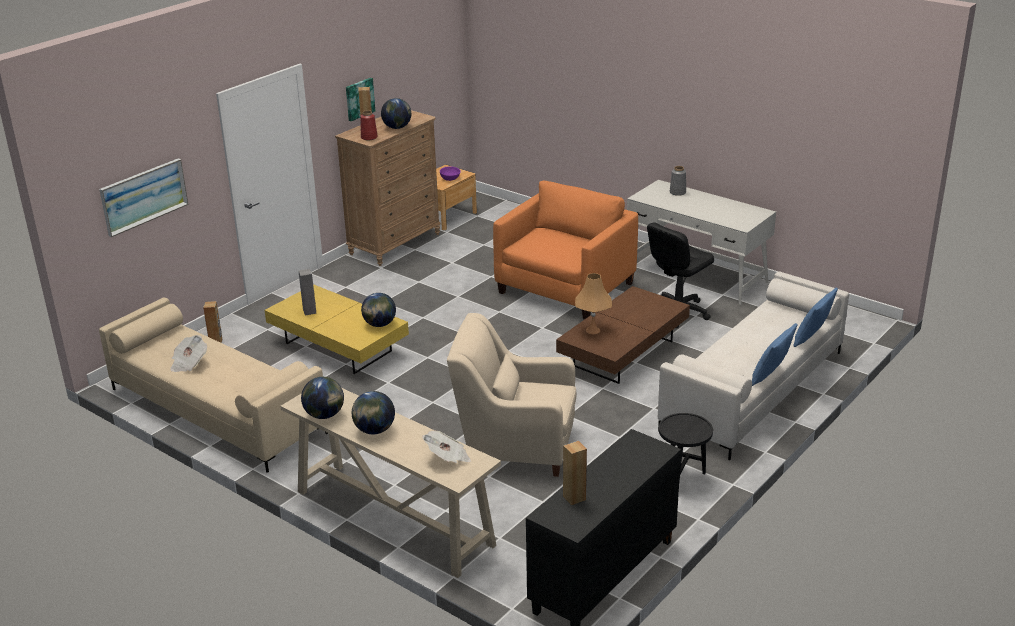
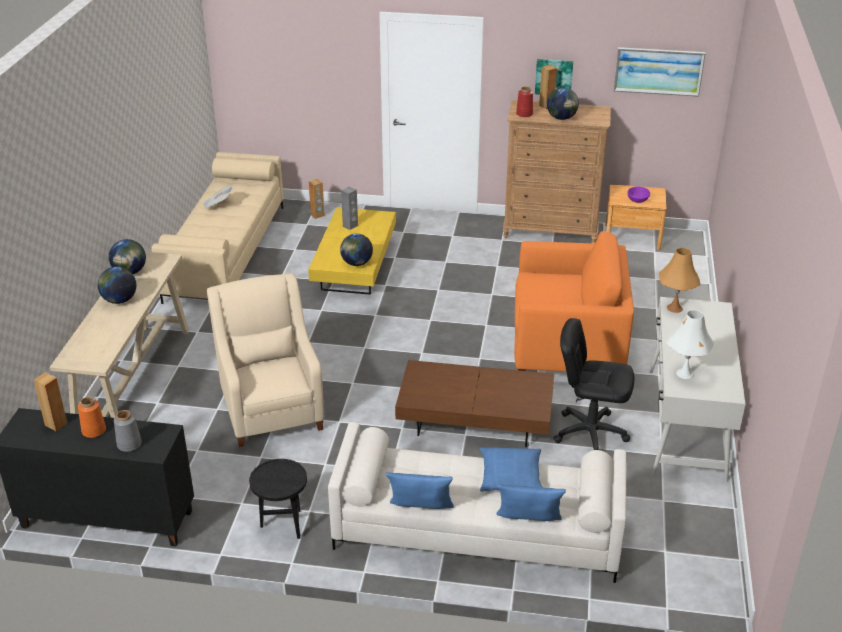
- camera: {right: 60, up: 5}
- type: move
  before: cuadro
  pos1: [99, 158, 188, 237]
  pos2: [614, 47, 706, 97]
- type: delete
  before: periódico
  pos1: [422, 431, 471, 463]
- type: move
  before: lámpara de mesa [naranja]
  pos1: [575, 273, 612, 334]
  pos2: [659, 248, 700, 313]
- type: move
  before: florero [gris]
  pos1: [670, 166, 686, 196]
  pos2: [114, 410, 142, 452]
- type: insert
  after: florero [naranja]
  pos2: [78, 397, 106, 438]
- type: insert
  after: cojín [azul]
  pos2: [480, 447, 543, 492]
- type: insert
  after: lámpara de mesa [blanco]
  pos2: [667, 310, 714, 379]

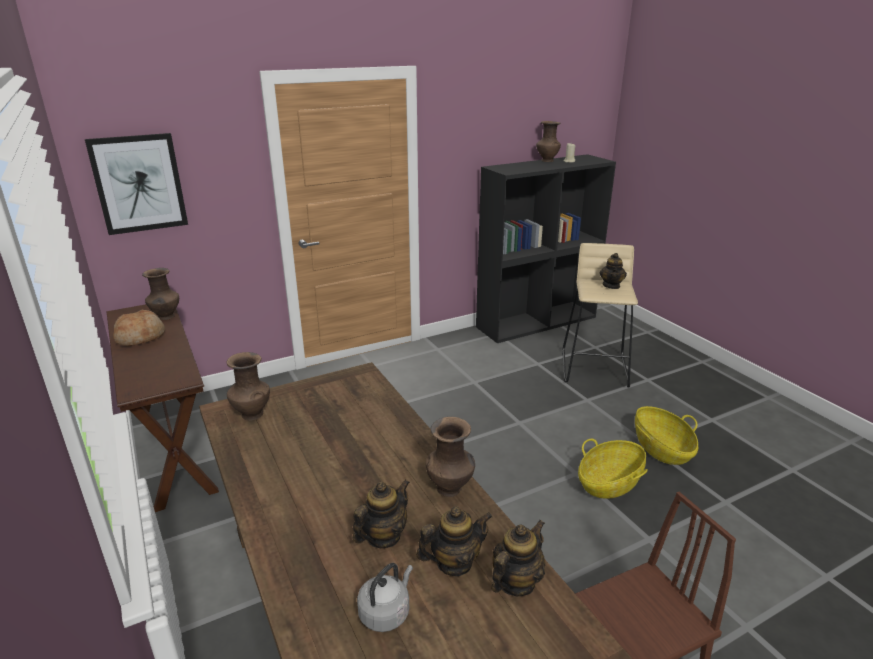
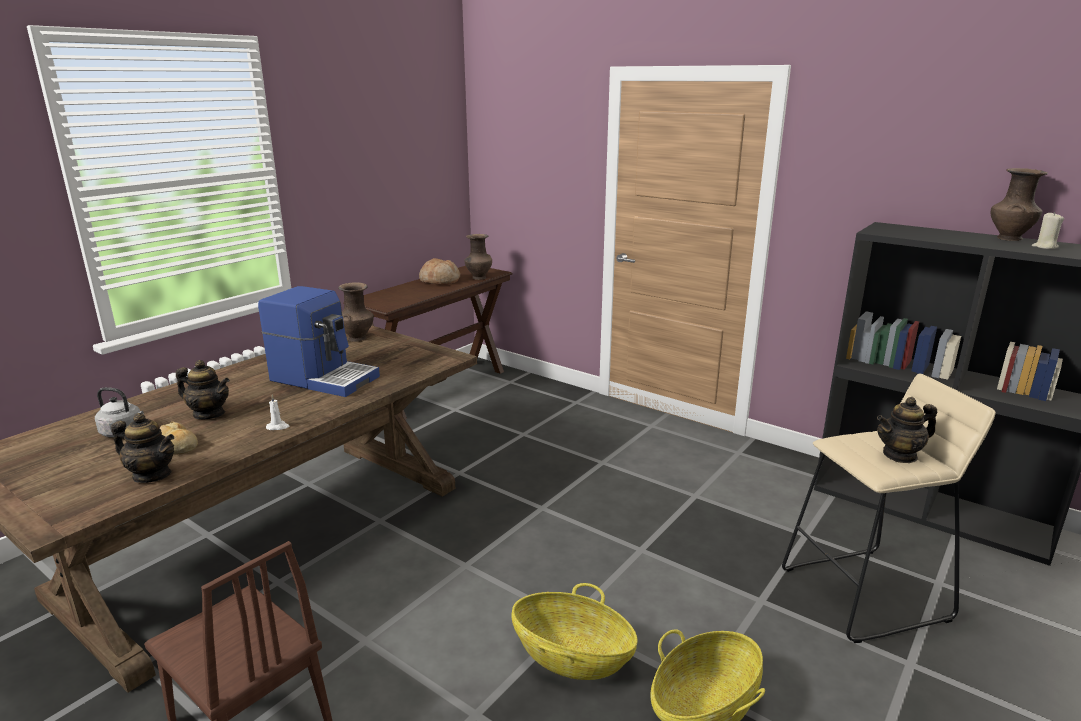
- camera: {right: 65, up: -5}
- type: delete
  before: cuadro
  pos1: [85, 133, 188, 235]
- type: replace
  before: tetera
  after: pan
  pos1: [416, 506, 492, 576]
  pos2: [160, 421, 198, 454]
- type: replace
  before: florero [marrón]
  after: vela [blanco]
  pos1: [426, 417, 475, 497]
  pos2: [266, 394, 290, 430]
- type: insert
  after: cafetera
  pos2: [258, 286, 380, 397]

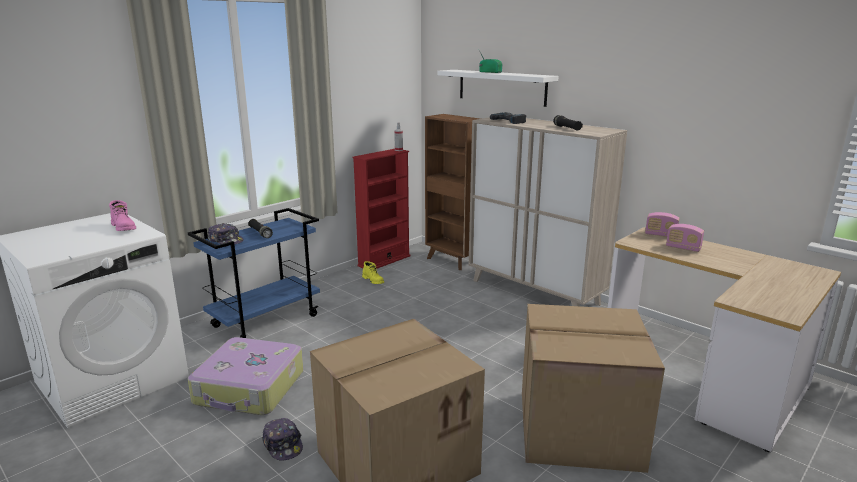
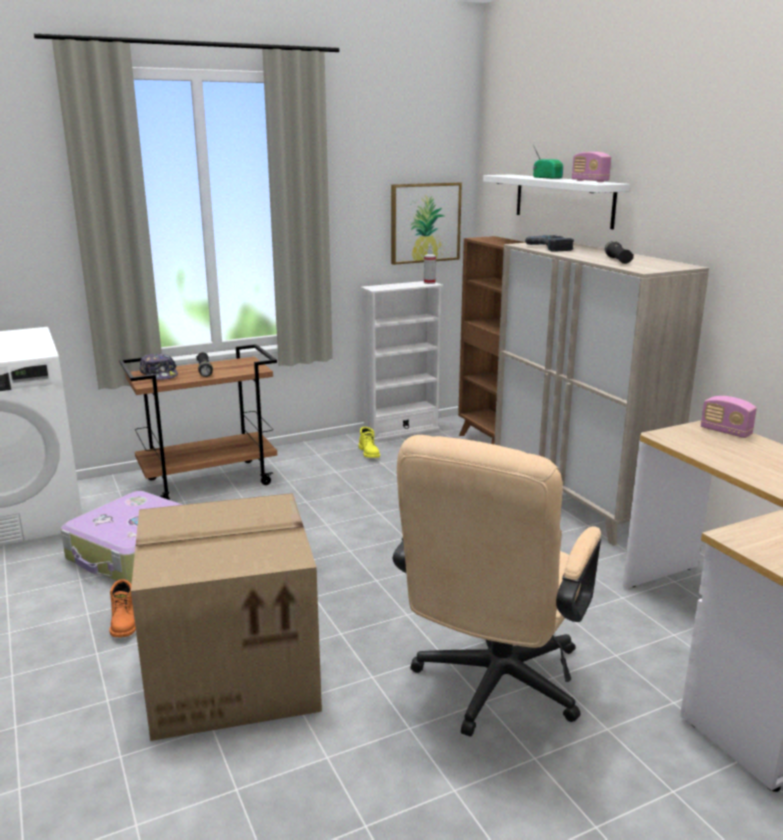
- camera: {right: 20, up: 0}
- type: delete
  before: bota [rosa]
  pos1: [109, 200, 136, 231]
- type: recolor
  before: carrito [azul]
  after: carrito [marrón]
  pos1: [188, 208, 320, 338]
  pos2: [119, 344, 277, 500]
- type: replace
  before: gorra
  after: bota [naranja]
  pos1: [262, 418, 303, 461]
  pos2: [110, 579, 136, 638]
- type: recolor
  before: estantería [rojo]
  after: estantería [blanco]
  pos1: [353, 149, 411, 269]
  pos2: [361, 281, 443, 441]
- type: replace
  before: caja de cartón
  after: silla de oficina [beis]
  pos1: [522, 304, 665, 473]
  pos2: [393, 435, 601, 737]
- type: move
  before: radio
  pos1: [666, 224, 704, 252]
  pos2: [572, 152, 611, 182]
- type: insert
  after: cuadro
  pos2: [391, 182, 462, 265]

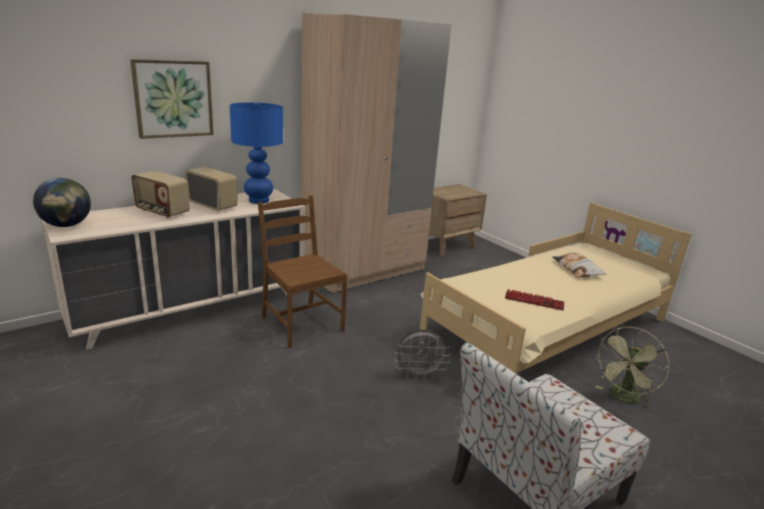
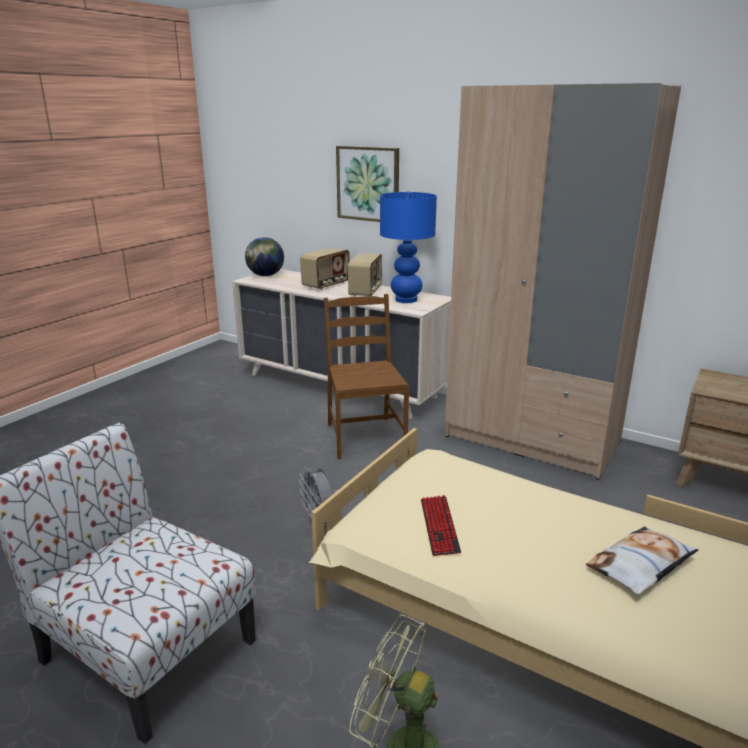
- camera: {right: 70, up: 0}
- type: rotate
  before: radio
  pos1: [131, 171, 190, 218]
  pos2: [300, 247, 349, 290]
  turn: -150
- type: rotate
  before: silla [marrón]
  pos1: [258, 195, 347, 348]
  pos2: [324, 294, 409, 459]
  turn: -45

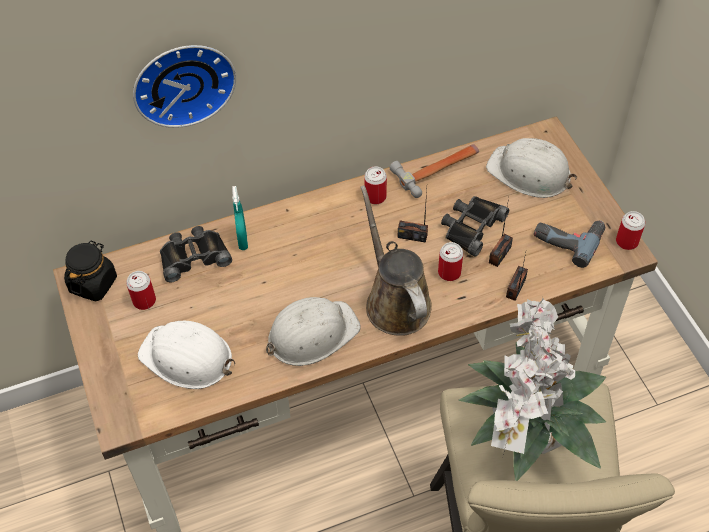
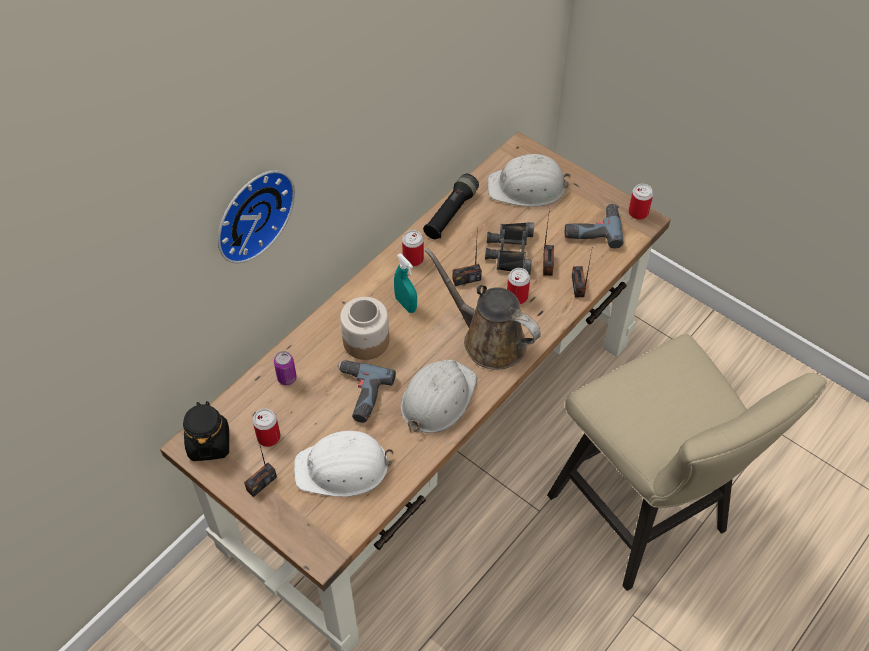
- camera: {right: -30, up: 0}
- type: replace
  before: prismáticos [negro]
  after: lata
  pos1: [160, 226, 232, 282]
  pos2: [274, 351, 297, 385]
- type: move
  before: pulverizador [turquesa]
  pos1: [232, 186, 248, 250]
  pos2: [394, 254, 417, 313]
- type: replace
  before: martillo
  after: linterna [negro]
  pos1: [390, 144, 479, 198]
  pos2: [423, 174, 479, 239]
- type: delete
  before: planta en maceta
  pos1: [459, 297, 606, 481]
- type: insert
  after: radio
  pos2: [244, 431, 277, 497]
- type: insert
  after: taladro
  pos2: [338, 360, 396, 423]
- type: insert
  after: tarro
  pos2: [340, 297, 389, 360]

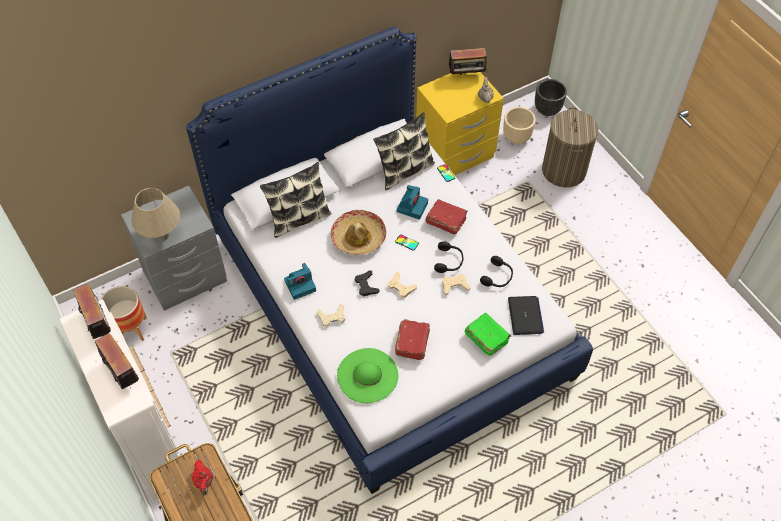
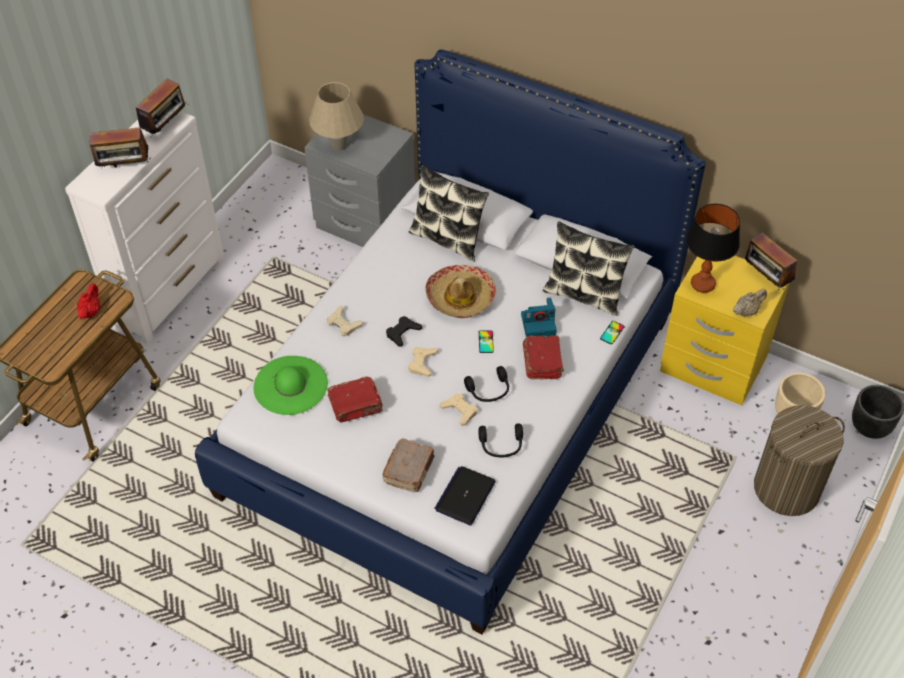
- camera: {right: 60, up: -5}
- type: rotate
  before: radio
  pos1: [95, 333, 139, 389]
  pos2: [89, 127, 151, 168]
  turn: 60
- type: delete
  before: maceta
  pos1: [101, 286, 147, 341]
- type: rotate
  before: tetera [rojo]
  pos1: [192, 460, 213, 495]
  pos2: [77, 283, 100, 320]
  turn: 150
- type: delete
  before: cámara
  pos1: [284, 263, 316, 300]
- type: recolor
  before: libro [verde]
  after: libro [marrón]
  pos1: [465, 313, 511, 356]
  pos2: [382, 438, 435, 492]
- type: rotate
  before: portátil
  pos1: [508, 296, 544, 335]
  pos2: [434, 466, 496, 526]
  turn: 150
- type: insert
  after: lámpara de mesa
  pos2: [686, 204, 740, 293]

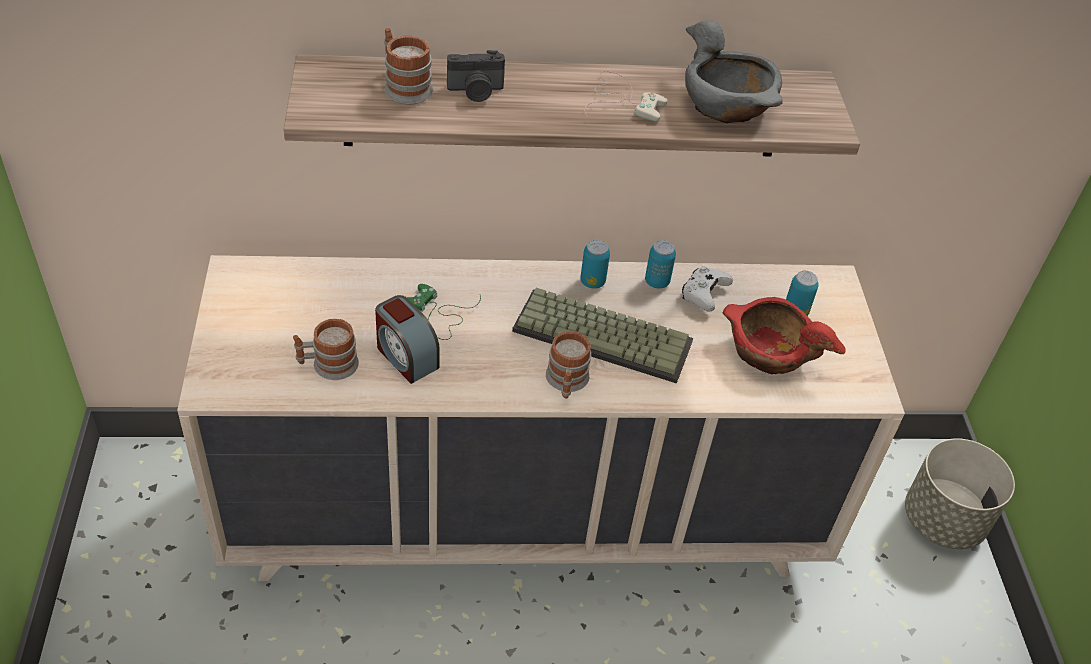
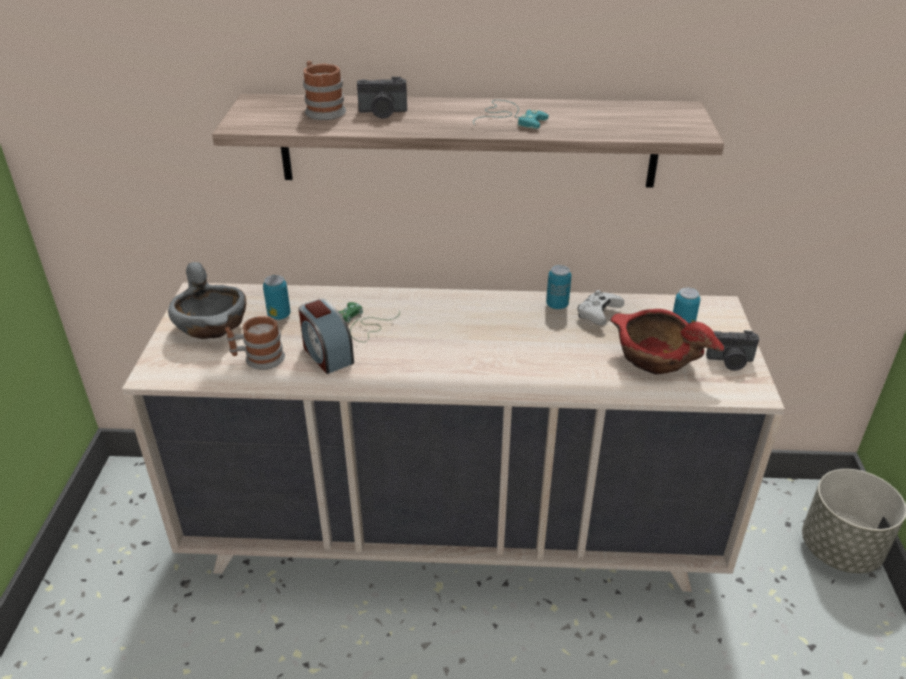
- camera: {right: 10, up: -10}
- type: delete
  before: teclado
  pos1: [512, 288, 693, 383]
- type: delete
  before: taza grande
  pos1: [546, 331, 591, 398]
- type: move
  before: lata
  pos1: [580, 240, 610, 288]
  pos2: [263, 275, 291, 320]
- type: recolor
  before: mando de consola [blanco]
  after: mando de consola [turquesa]
  pos1: [584, 71, 668, 121]
  pos2: [473, 100, 549, 129]
- type: move
  before: cuenco [gris]
  pos1: [685, 20, 783, 123]
  pos2: [168, 262, 246, 339]
- type: insert
  after: cámara
  pos2: [706, 330, 759, 371]

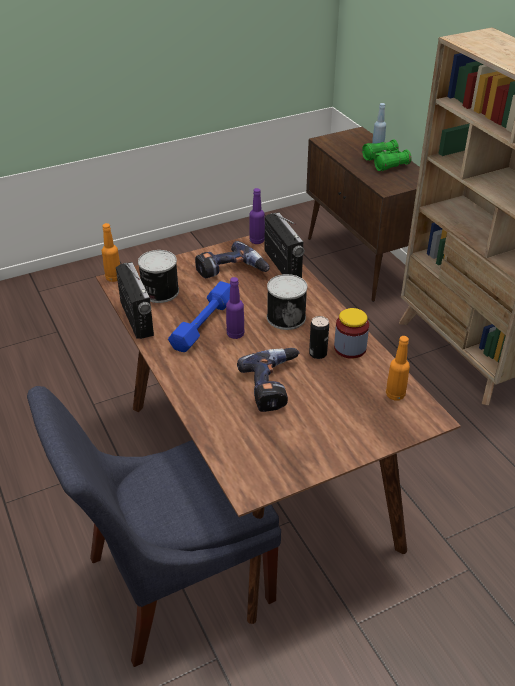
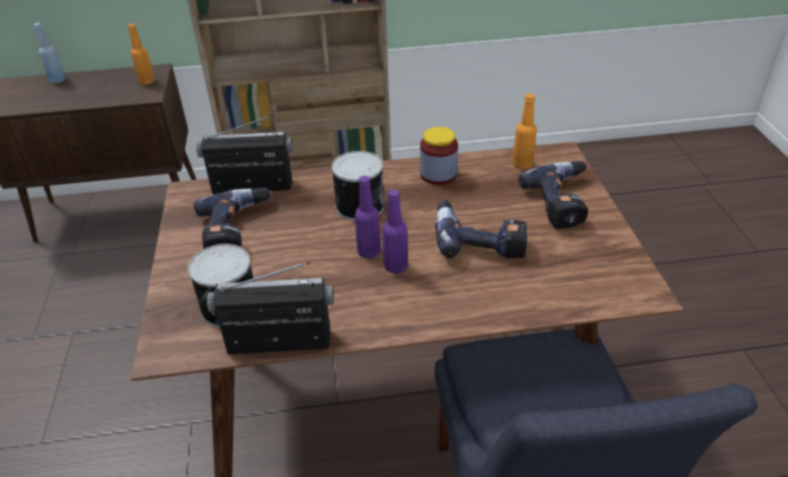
- camera: {right: -70, up: 0}
- type: move
  before: botella [naranja]
  pos1: [102, 223, 120, 282]
  pos2: [128, 24, 155, 85]
- type: delete
  before: mancuerna [azul]
  pos1: [168, 281, 230, 352]
- type: move
  before: botella [morado]
  pos1: [249, 188, 265, 244]
  pos2: [382, 189, 408, 274]
- type: delete
  before: lata
  pos1: [309, 316, 329, 359]
- type: delete
  before: prismáticos [verde]
  pos1: [362, 139, 412, 171]
- type: insert
  after: taladro
  pos2: [519, 161, 588, 229]

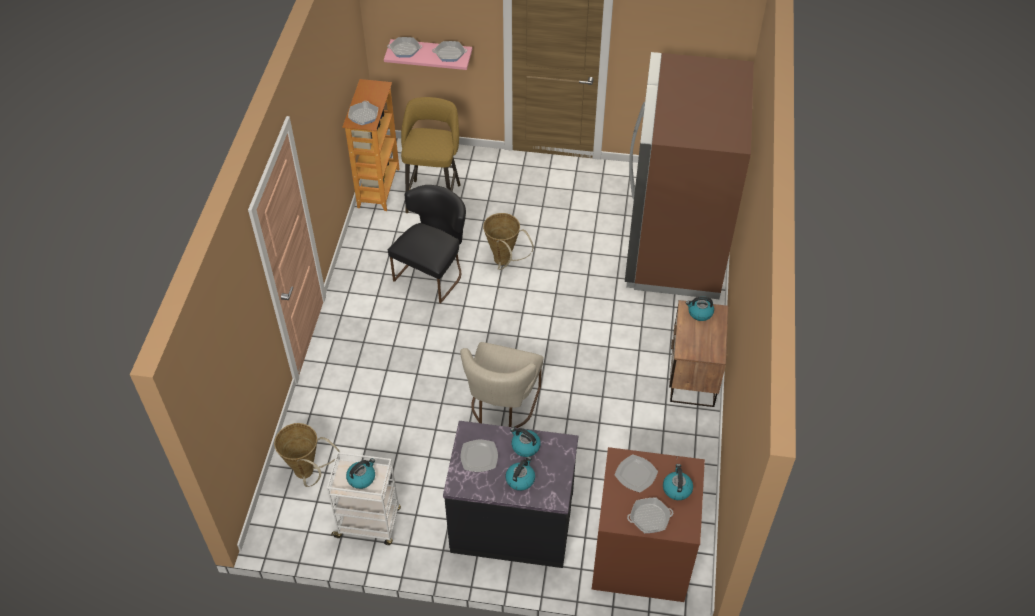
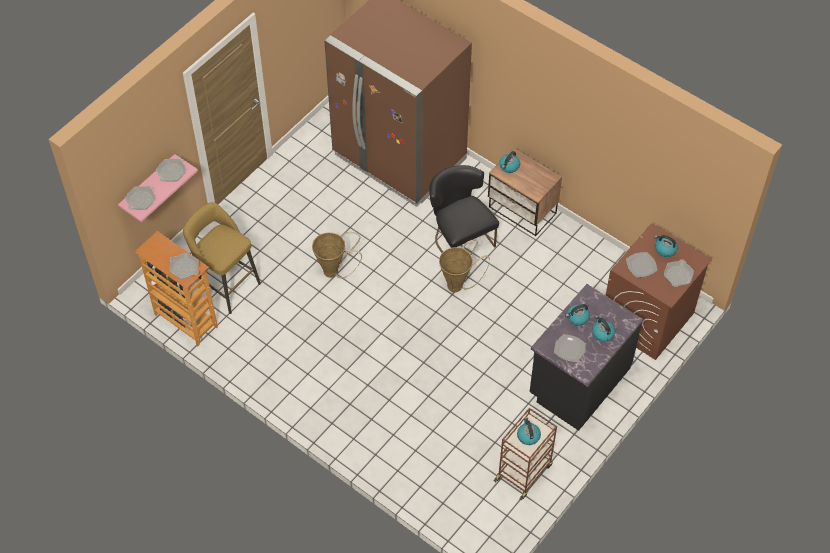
- camera: {right: -60, up: 5}
- type: move
  before: cesta
  pos1: [274, 423, 340, 487]
  pos2: [439, 240, 490, 292]
- type: recolor
  before: carrito [blanco]
  after: carrito [marrón]
  pos1: [327, 452, 401, 545]
  pos2: [494, 408, 557, 501]
- type: move
  before: silla [negro]
  pos1: [388, 185, 466, 303]
  pos2: [429, 165, 499, 253]
- type: delete
  before: silla [beis]
  pos1: [460, 342, 543, 428]

